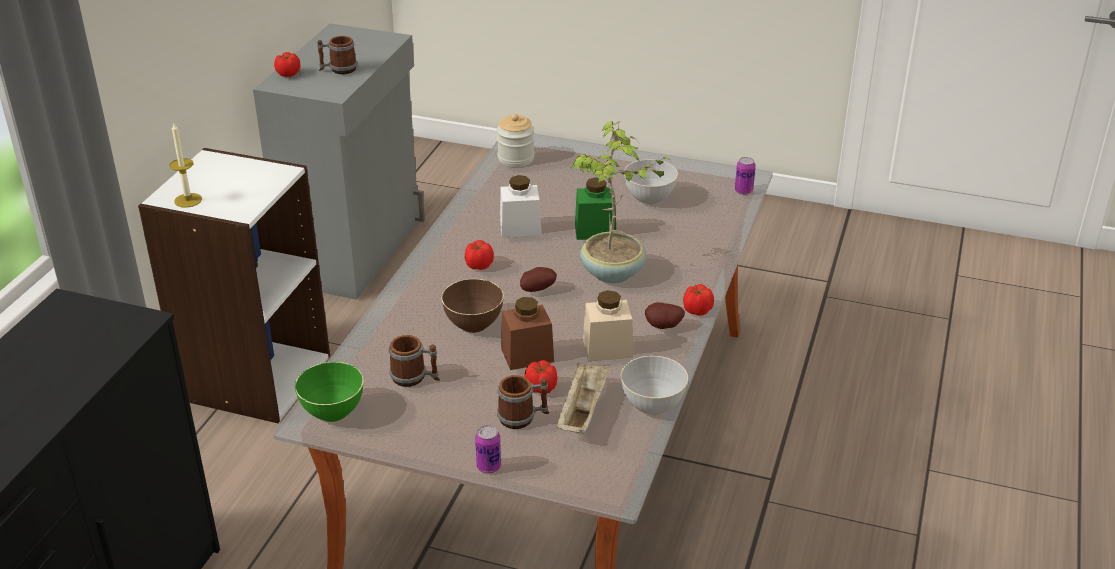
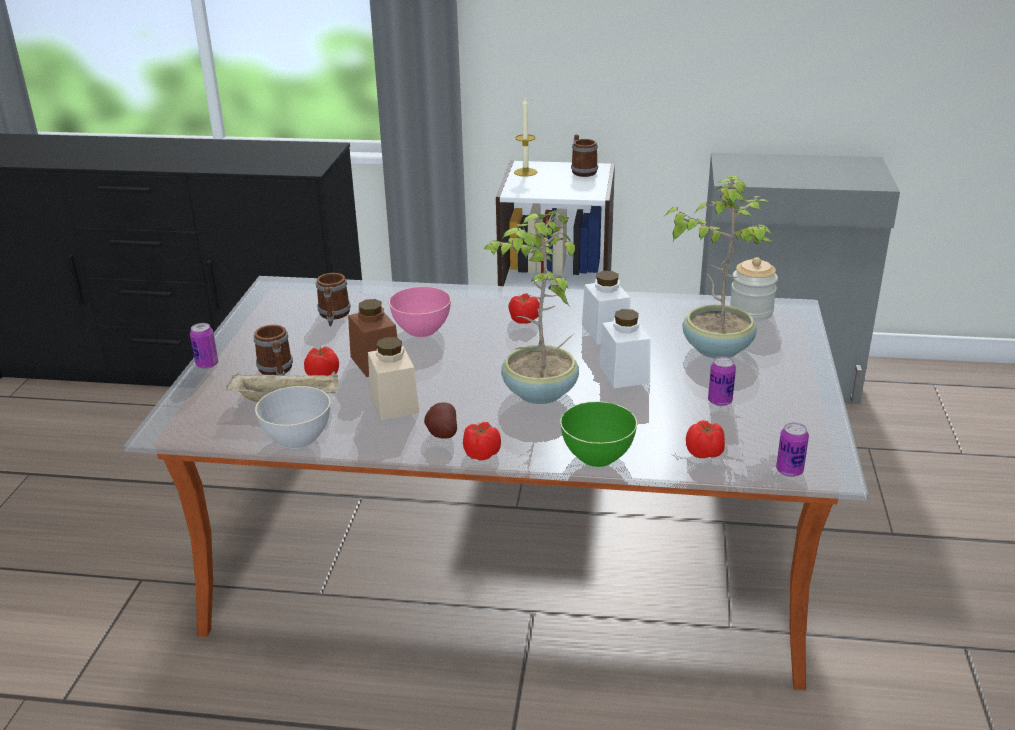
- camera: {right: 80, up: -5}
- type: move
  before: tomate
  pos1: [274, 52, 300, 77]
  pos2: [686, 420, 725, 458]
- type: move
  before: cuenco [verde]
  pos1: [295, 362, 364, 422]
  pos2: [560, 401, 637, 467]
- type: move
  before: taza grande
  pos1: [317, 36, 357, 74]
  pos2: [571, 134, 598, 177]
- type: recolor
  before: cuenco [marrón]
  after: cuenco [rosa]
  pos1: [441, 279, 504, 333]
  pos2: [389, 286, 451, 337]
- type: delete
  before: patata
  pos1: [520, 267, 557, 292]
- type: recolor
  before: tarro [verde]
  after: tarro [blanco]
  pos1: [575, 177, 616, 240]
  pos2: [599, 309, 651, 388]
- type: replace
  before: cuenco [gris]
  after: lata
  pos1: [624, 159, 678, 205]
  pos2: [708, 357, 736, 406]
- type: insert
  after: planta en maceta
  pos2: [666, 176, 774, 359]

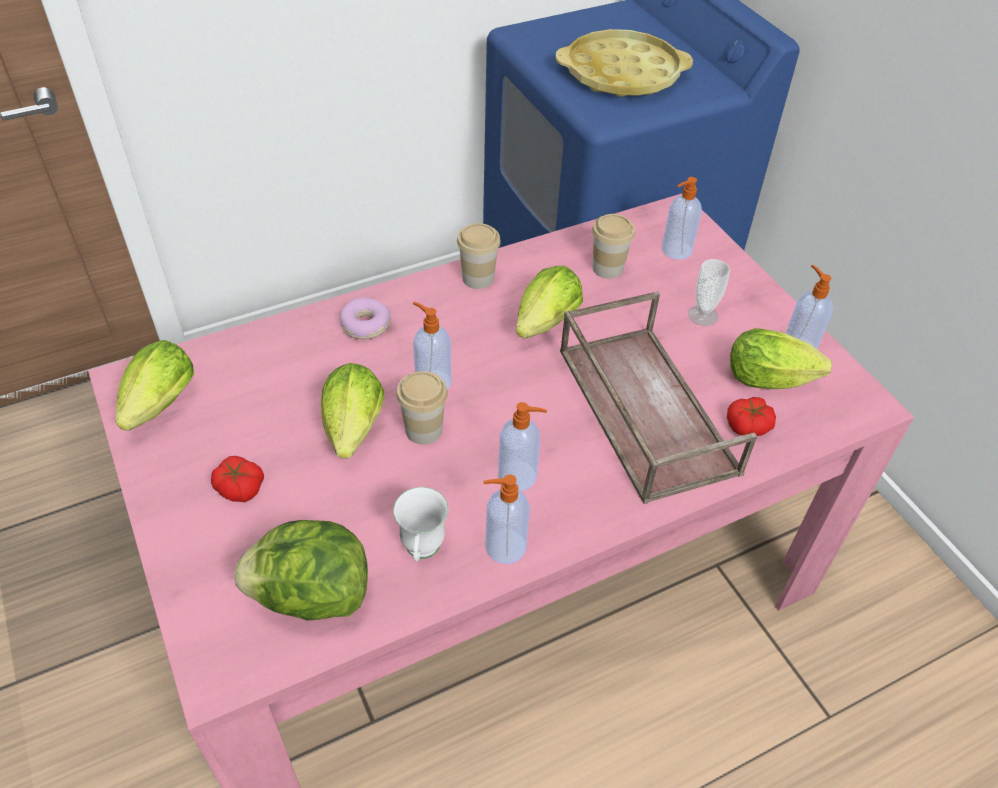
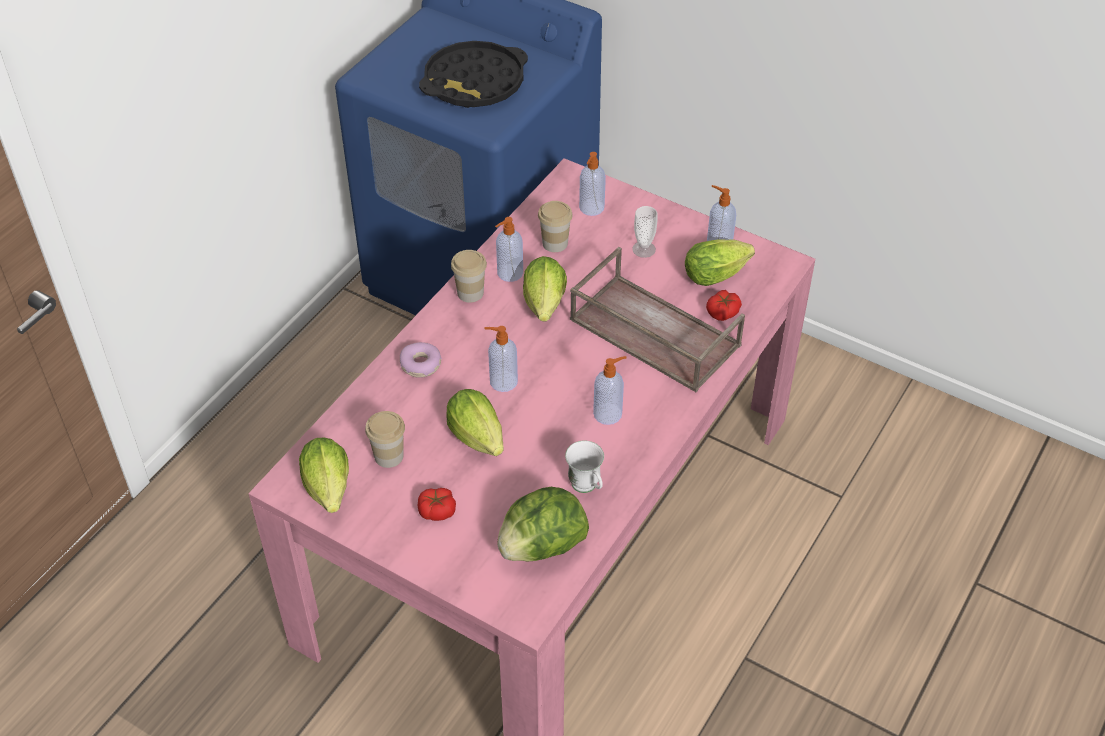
- camera: {right: -30, up: 0}
- type: move
  before: taza
  pos1: [396, 371, 448, 444]
  pos2: [365, 411, 405, 468]
- type: move
  before: dispensador de jabón
  pos1: [483, 474, 530, 564]
  pos2: [495, 217, 523, 282]
- type: recolor
  before: bandeja [amarillo]
  after: bandeja [negro]
  pos1: [556, 29, 693, 97]
  pos2: [419, 41, 528, 108]

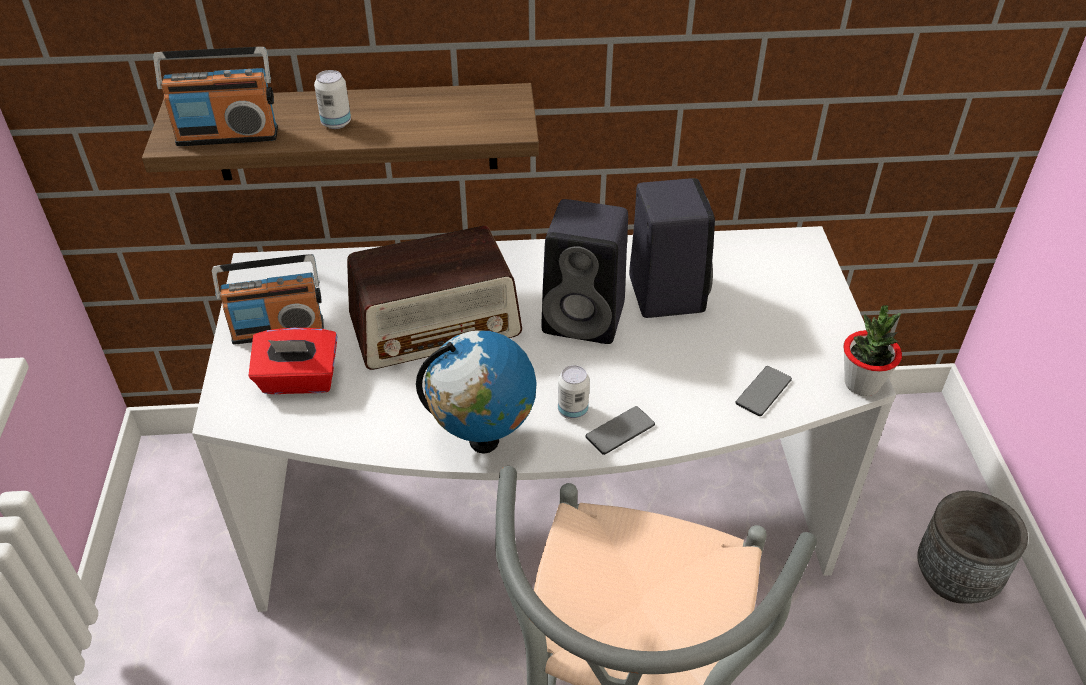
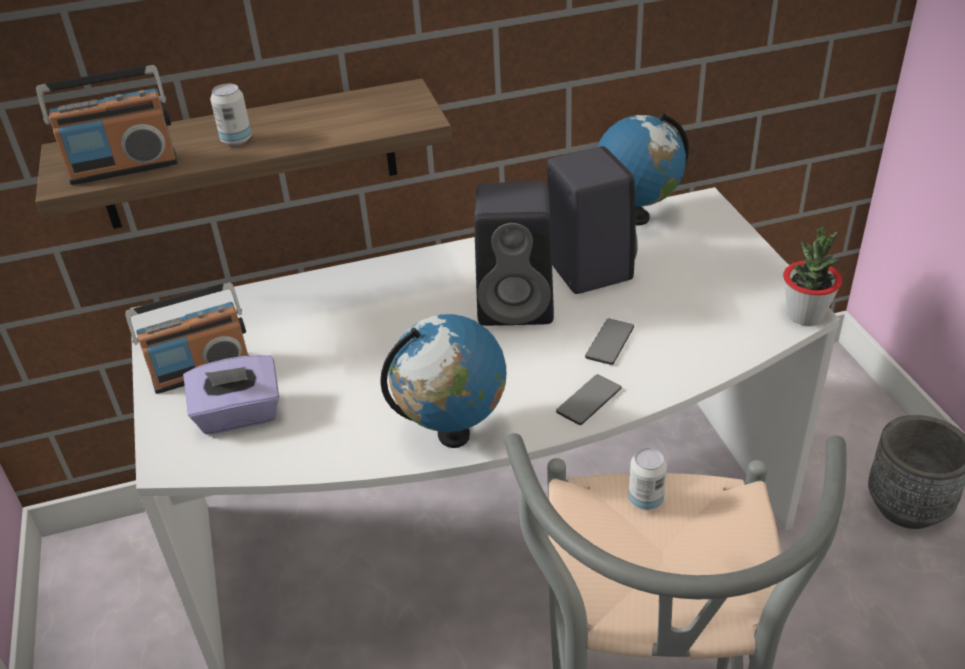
- camera: {right: -10, up: -5}
- type: recolor
  before: caja de pañuelos [rojo]
  after: caja de pañuelos [morado]
  pos1: [248, 328, 338, 394]
  pos2: [183, 355, 279, 435]
- type: delete
  before: radio
  pos1: [347, 226, 522, 370]
- type: move
  before: lata
  pos1: [558, 365, 590, 420]
  pos2: [628, 448, 667, 511]
- type: move
  before: móvil
  pos1: [735, 366, 792, 416]
  pos2: [585, 319, 634, 365]
- type: insert
  after: globo terráqueo
  pos2: [598, 112, 689, 226]

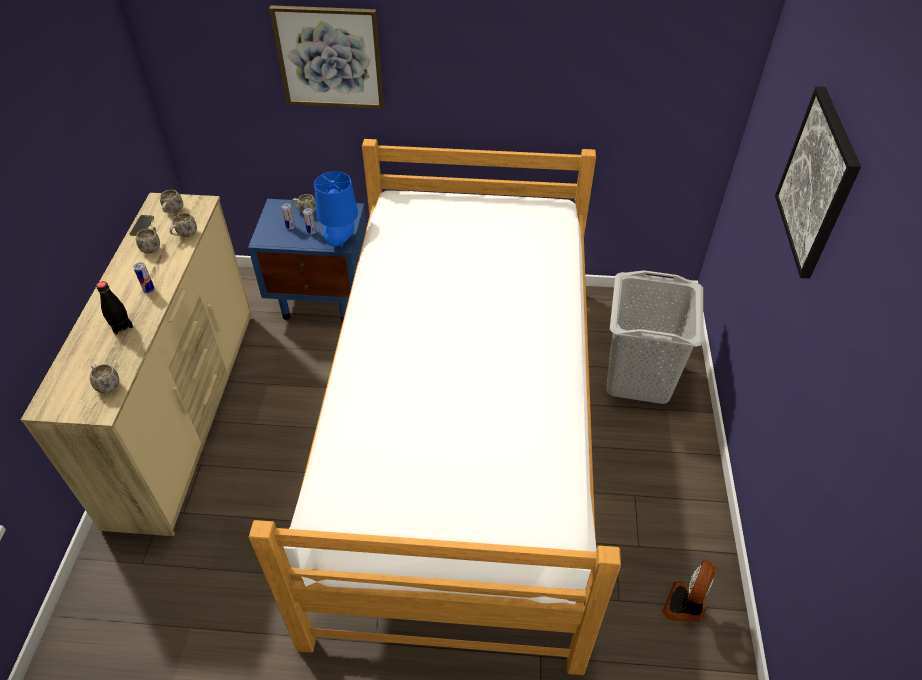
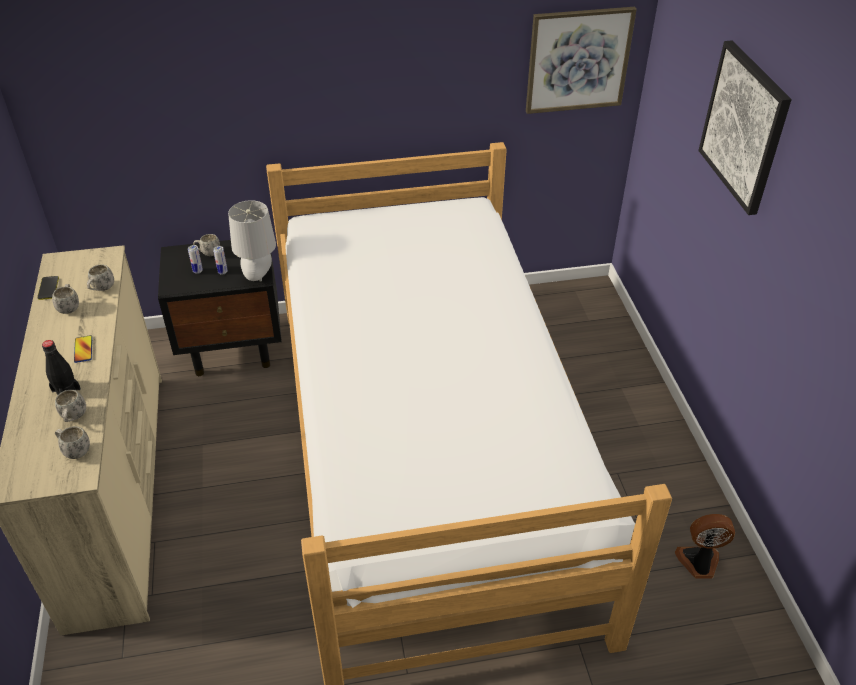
- camera: {right: -15, up: -5}
- type: replace
  before: lata
  after: móvil
  pos1: [133, 262, 155, 293]
  pos2: [74, 335, 92, 363]
- type: move
  before: taza grande [blanco]
  pos1: [160, 190, 183, 213]
  pos2: [55, 390, 86, 422]
- type: recolor
  before: mesita de noche [azul]
  after: mesita de noche [negro]
  pos1: [248, 199, 367, 323]
  pos2: [158, 240, 282, 376]
- type: move
  before: cuadro
  pos1: [269, 5, 384, 109]
  pos2: [526, 7, 637, 114]
- type: recolor
  before: lámpara de mesa [azul]
  after: lámpara de mesa [gris]
  pos1: [314, 171, 358, 247]
  pos2: [228, 200, 276, 281]
- type: delete
  before: cesto de la ropa [gris]
  pos1: [606, 270, 704, 404]
- type: rotate
  before: ventilador
  pos1: [662, 560, 716, 622]
  pos2: [675, 514, 735, 579]
  turn: 75

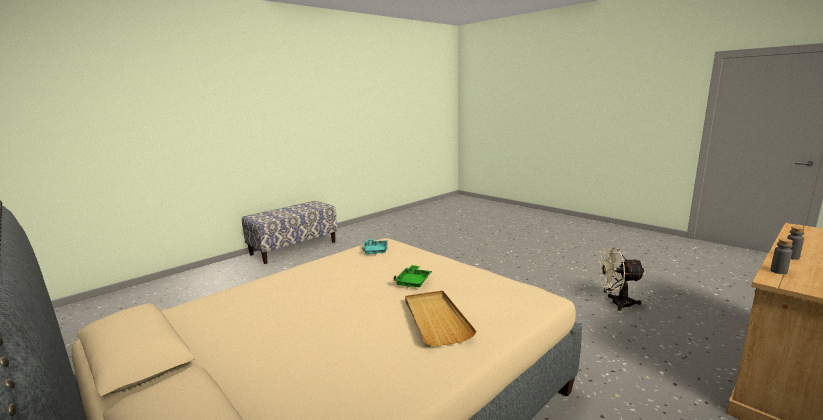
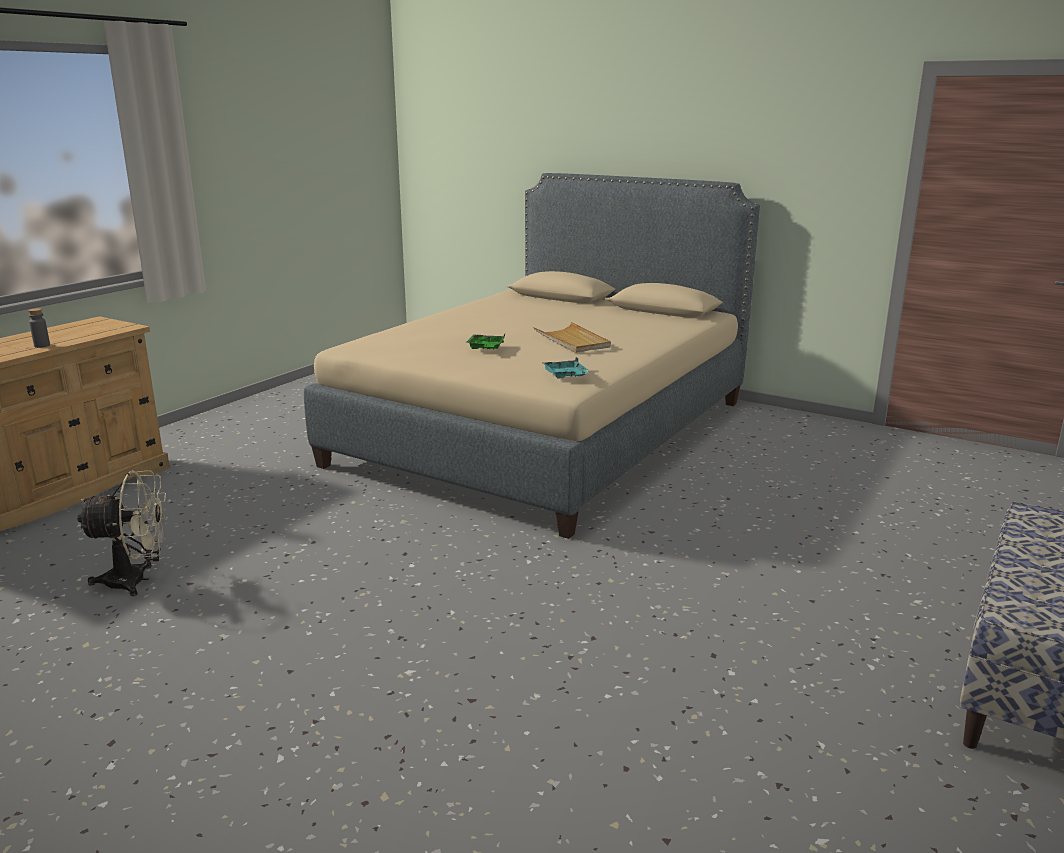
- camera: {right: 165, up: 5}
- type: move
  before: bandeja [beis]
  pos1: [405, 291, 477, 346]
  pos2: [533, 322, 611, 353]
- type: delete
  before: botella [gris]
  pos1: [770, 238, 793, 274]

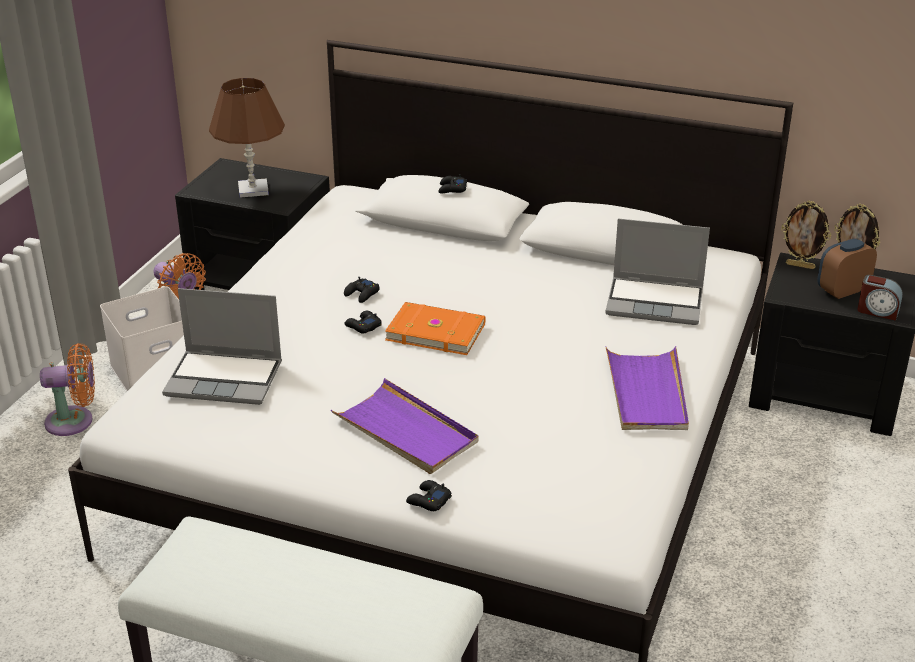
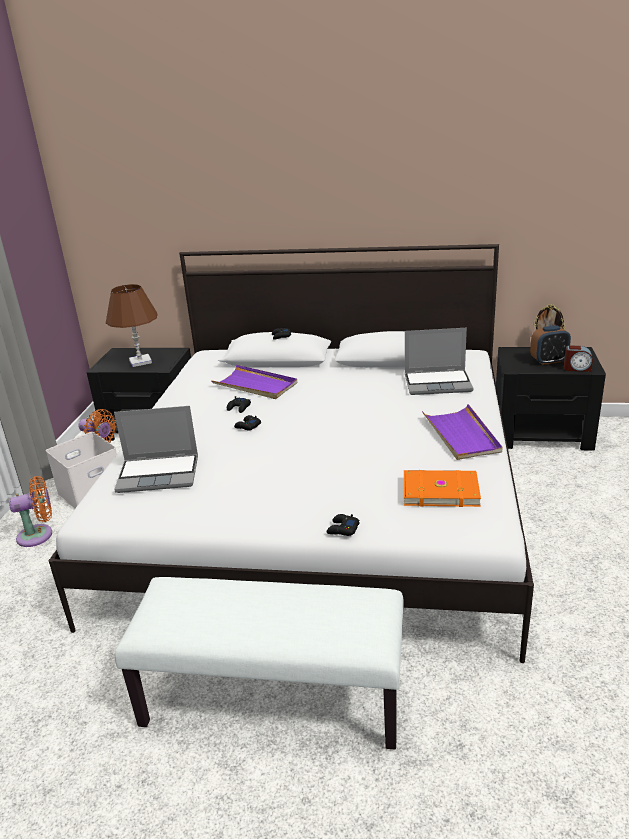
- camera: {right: -10, up: -5}
- type: move
  before: bandeja [morado]
  pos1: [331, 378, 478, 474]
  pos2: [211, 365, 297, 399]
- type: move
  before: libro [naranja]
  pos1: [385, 302, 485, 355]
  pos2: [404, 470, 481, 507]
- type: delete
  before: portarretratos
  pos1: [781, 201, 831, 269]
- type: rotate
  before: despertador
  pos1: [817, 239, 877, 299]
  pos2: [530, 325, 571, 365]
  turn: -150

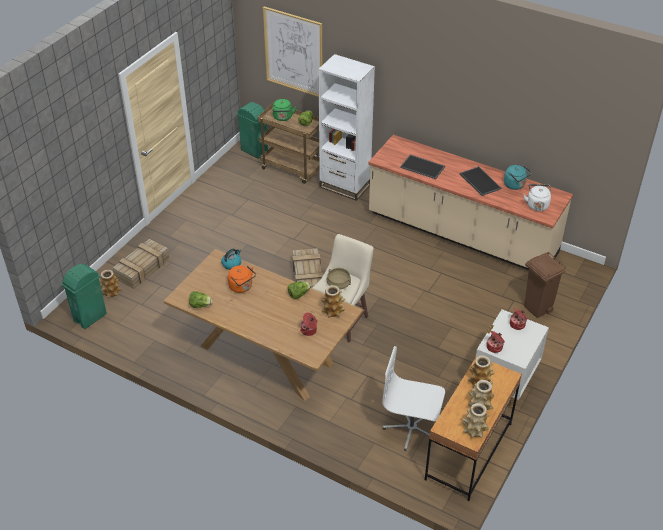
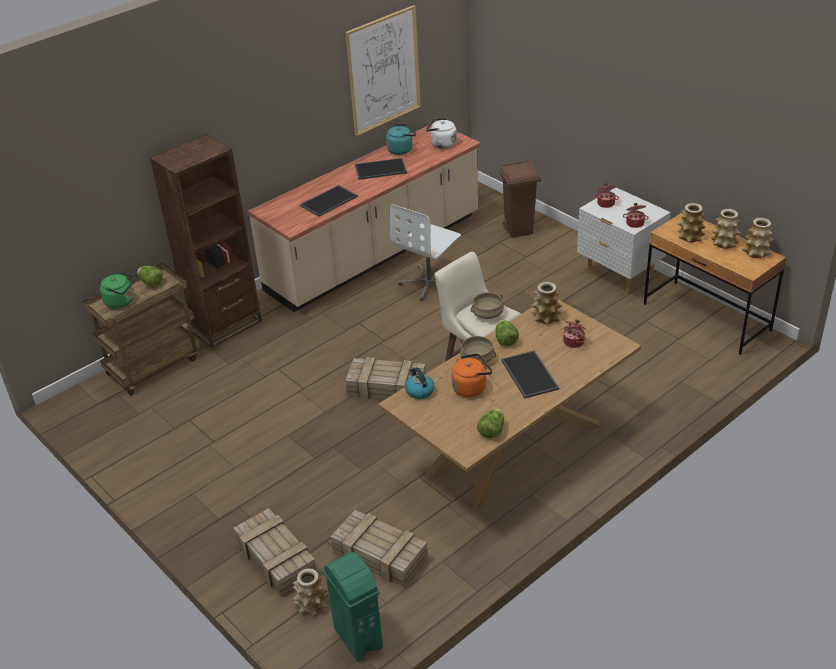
- camera: {right: -70, up: -5}
- type: delete
  before: papelera [verde]
  pos1: [237, 102, 268, 159]
- type: move
  before: cuadro
  pos1: [263, 6, 322, 97]
  pos2: [345, 5, 421, 136]
- type: recolor
  before: estantería [blanco]
  after: estantería [marrón]
  pos1: [318, 54, 375, 201]
  pos2: [150, 134, 262, 348]
- type: move
  before: silla de oficina [blanco]
  pos1: [382, 346, 445, 451]
  pos2: [389, 204, 461, 301]
- type: insert
  after: caja de embalaje
  pos2: [331, 510, 428, 588]
- type: insert
  after: olla [beis]
  pos2: [460, 336, 496, 365]
- type: insert
  after: bandeja
  pos2: [501, 350, 559, 398]

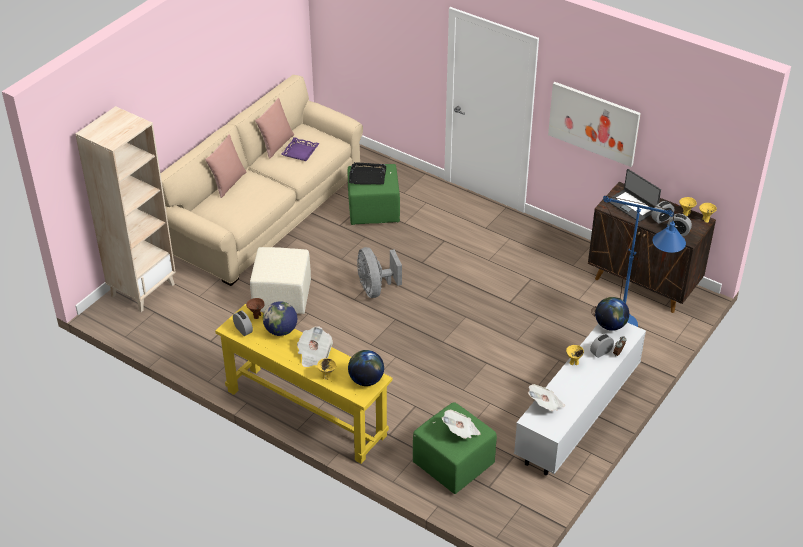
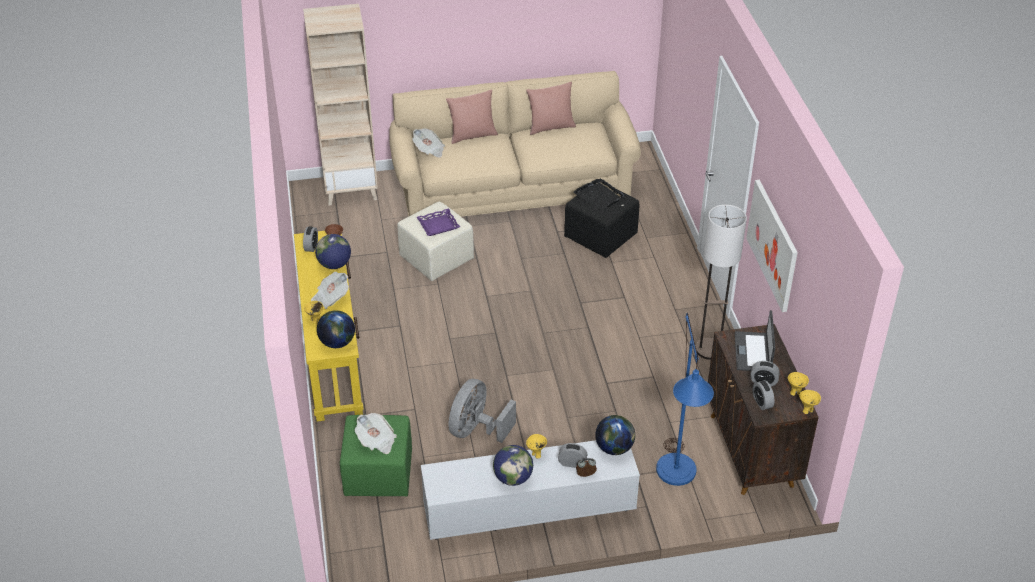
- camera: {right: 45, up: 0}
- type: move
  before: bandeja [morado]
  pos1: [281, 137, 320, 161]
  pos2: [417, 208, 460, 236]
- type: recolor
  before: puf [verde]
  after: puf [negro]
  pos1: [347, 164, 400, 225]
  pos2: [564, 191, 639, 258]
- type: move
  before: ventilador [gris]
  pos1: [357, 247, 402, 298]
  pos2: [449, 379, 516, 443]
- type: move
  before: periódico
  pos1: [528, 384, 565, 411]
  pos2: [412, 128, 445, 158]
- type: insert
  after: globo terráqueo
  pos2: [493, 445, 533, 486]
- type: insert
  after: lámpara de pie
  pos2: [696, 205, 747, 360]

